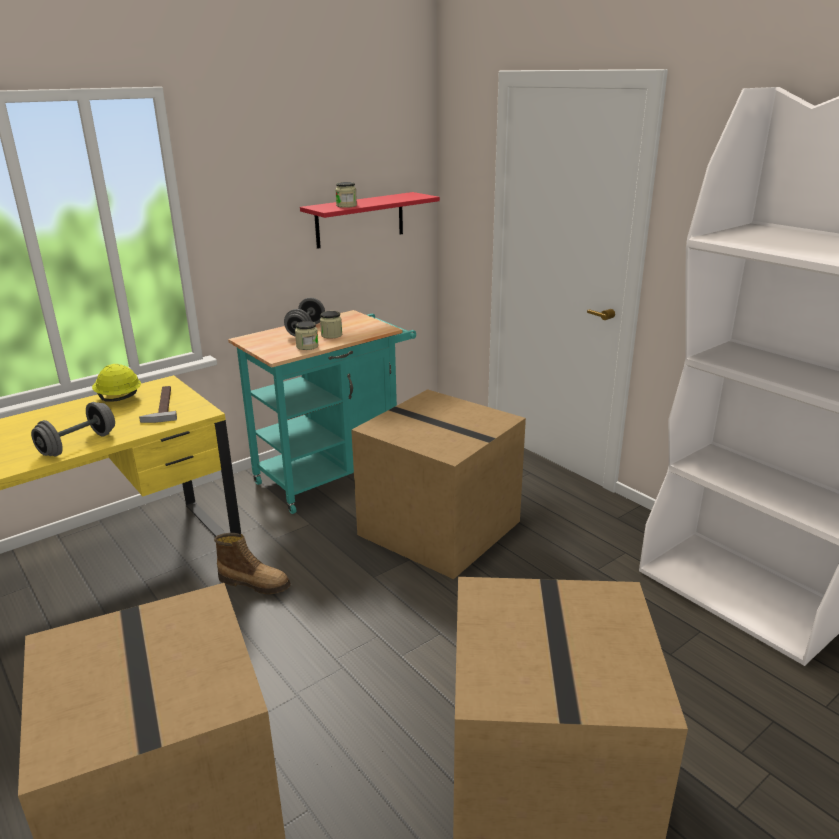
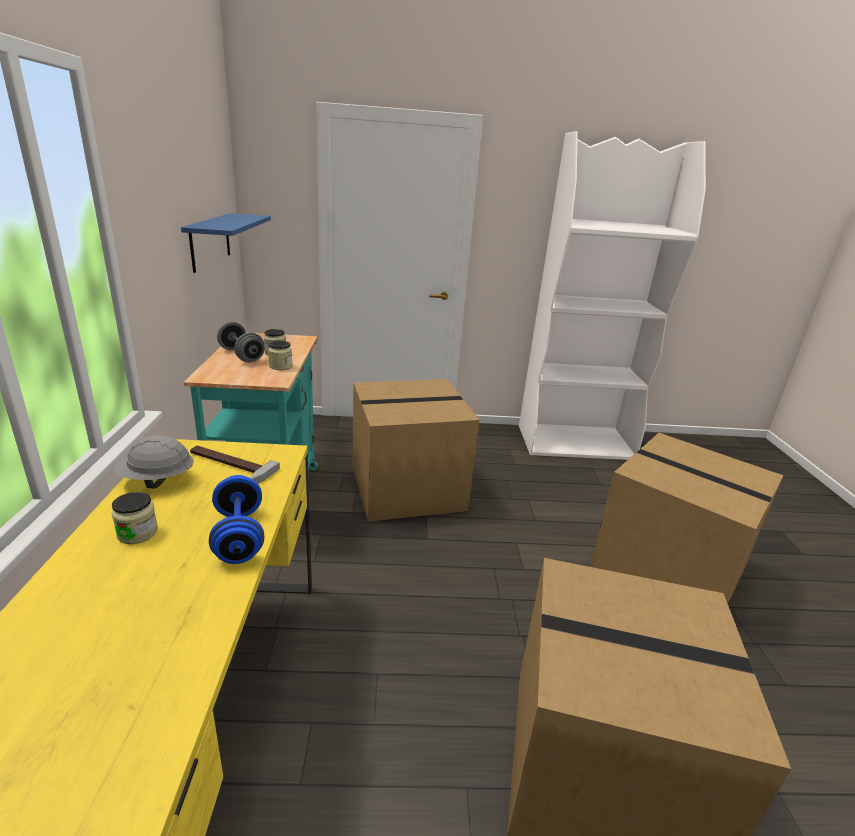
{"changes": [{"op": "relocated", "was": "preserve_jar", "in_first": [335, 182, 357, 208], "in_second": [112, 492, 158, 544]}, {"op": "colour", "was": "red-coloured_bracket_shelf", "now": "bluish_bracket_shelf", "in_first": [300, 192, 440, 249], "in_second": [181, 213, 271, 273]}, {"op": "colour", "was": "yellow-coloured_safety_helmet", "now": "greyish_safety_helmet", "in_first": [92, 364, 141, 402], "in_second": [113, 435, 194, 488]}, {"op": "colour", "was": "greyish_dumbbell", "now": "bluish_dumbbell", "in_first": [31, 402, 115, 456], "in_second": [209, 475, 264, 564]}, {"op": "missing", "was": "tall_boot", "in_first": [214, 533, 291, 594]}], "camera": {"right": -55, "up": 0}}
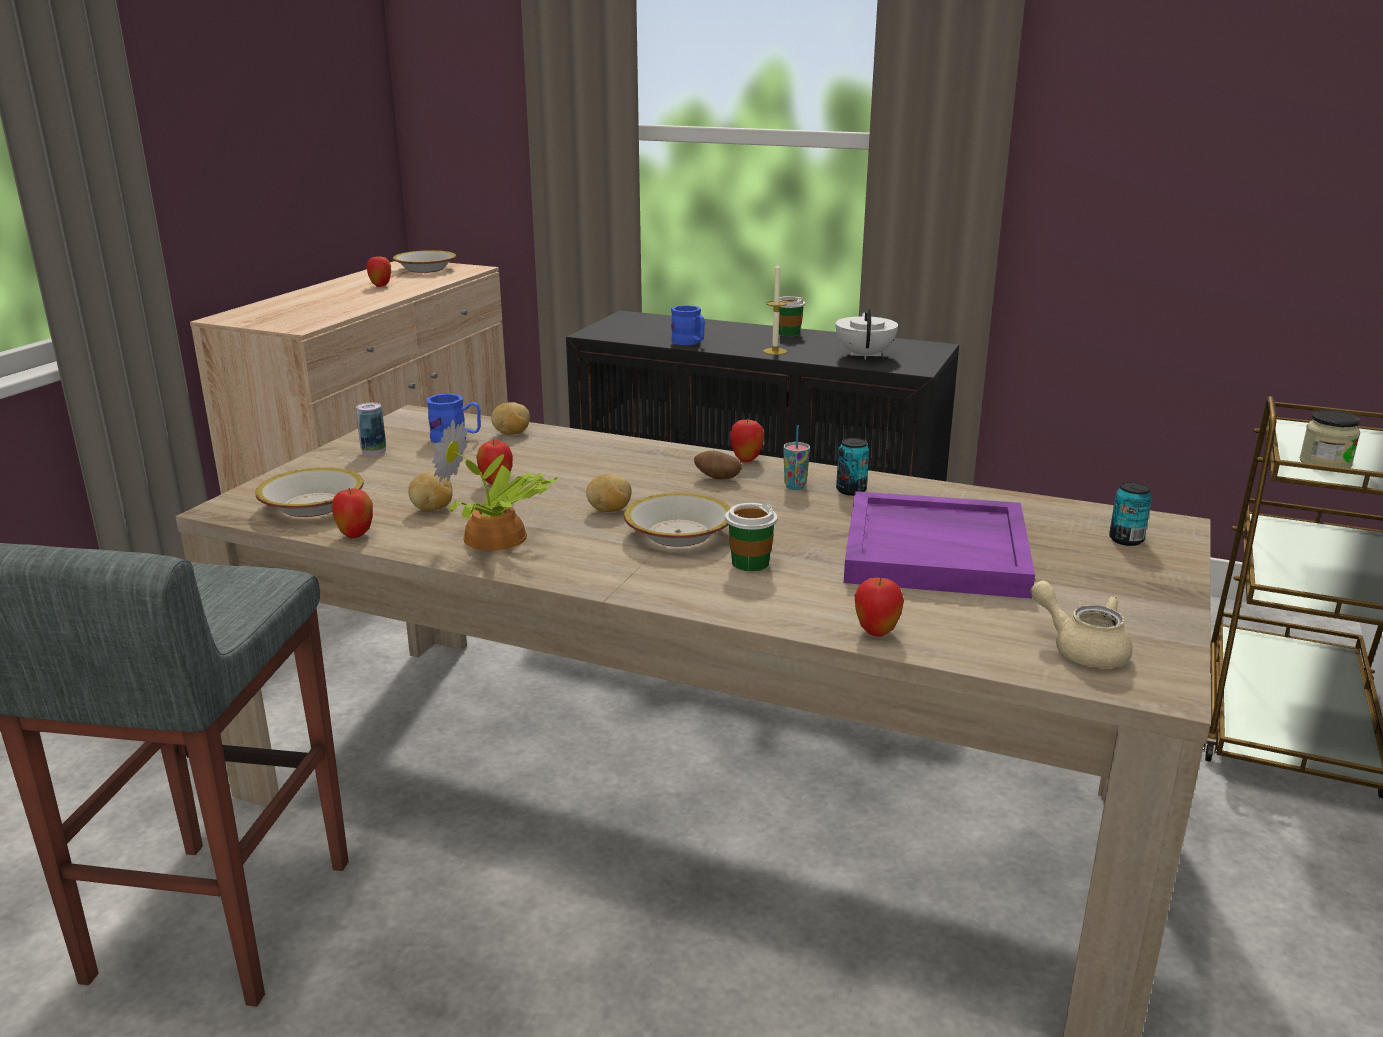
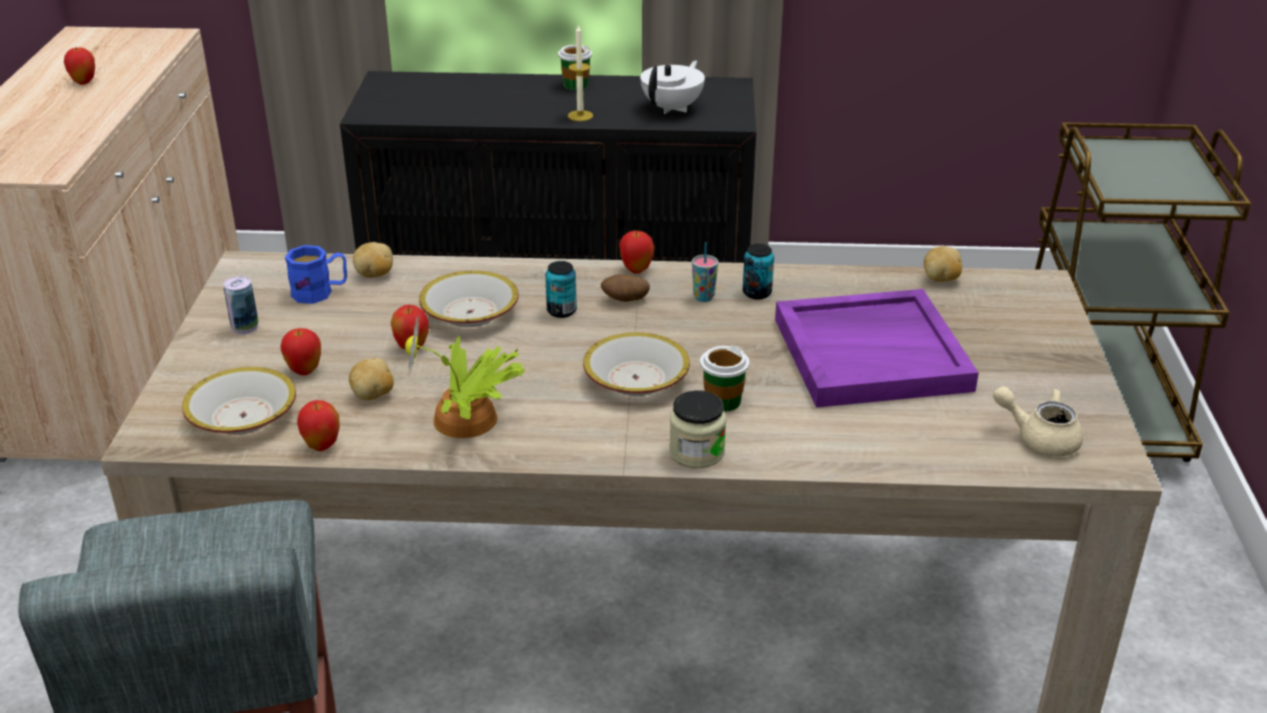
{"changes": [{"op": "relocated", "was": "bowl", "in_first": [393, 250, 456, 273], "in_second": [419, 271, 519, 327]}, {"op": "missing", "was": "bluish_coffee_mug", "in_first": [671, 305, 705, 345]}, {"op": "spun", "was": "white-coloured_tea_pot", "in_first": [836, 309, 898, 359], "in_second": [640, 60, 705, 114], "clockwise": 45}, {"op": "relocated", "was": "preserve_jar", "in_first": [1300, 410, 1360, 468], "in_second": [669, 390, 726, 468]}, {"op": "relocated", "was": "whole_potato", "in_first": [586, 474, 631, 512], "in_second": [924, 246, 962, 282]}, {"op": "relocated", "was": "sealed_can", "in_first": [1109, 482, 1152, 546], "in_second": [545, 261, 577, 318]}, {"op": "relocated", "was": "apple", "in_first": [854, 577, 904, 637], "in_second": [280, 328, 321, 375]}], "camera": {"right": -20, "up": 10}}
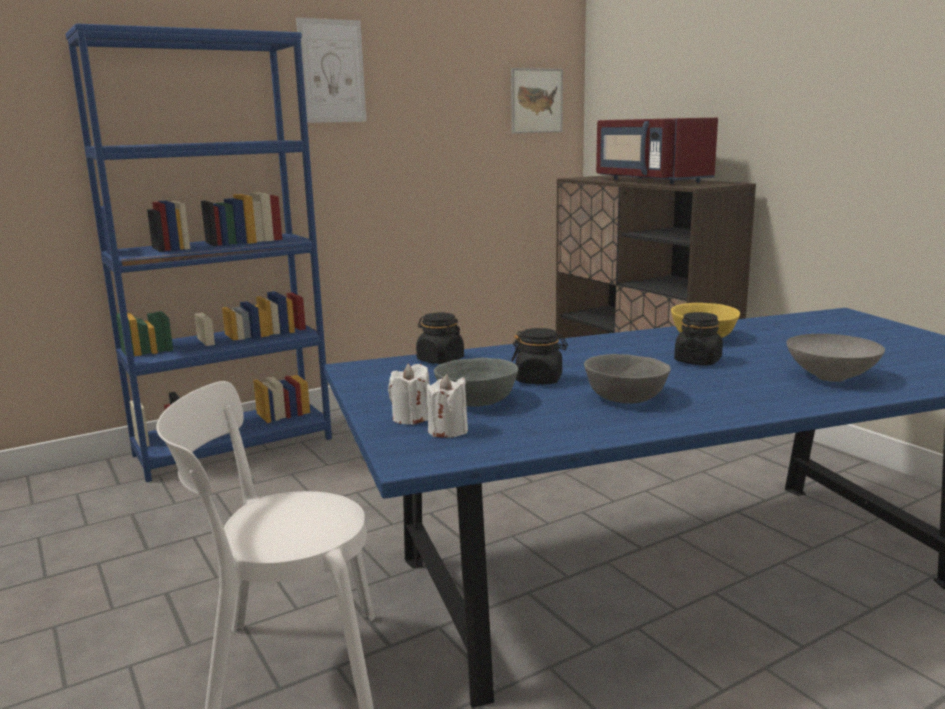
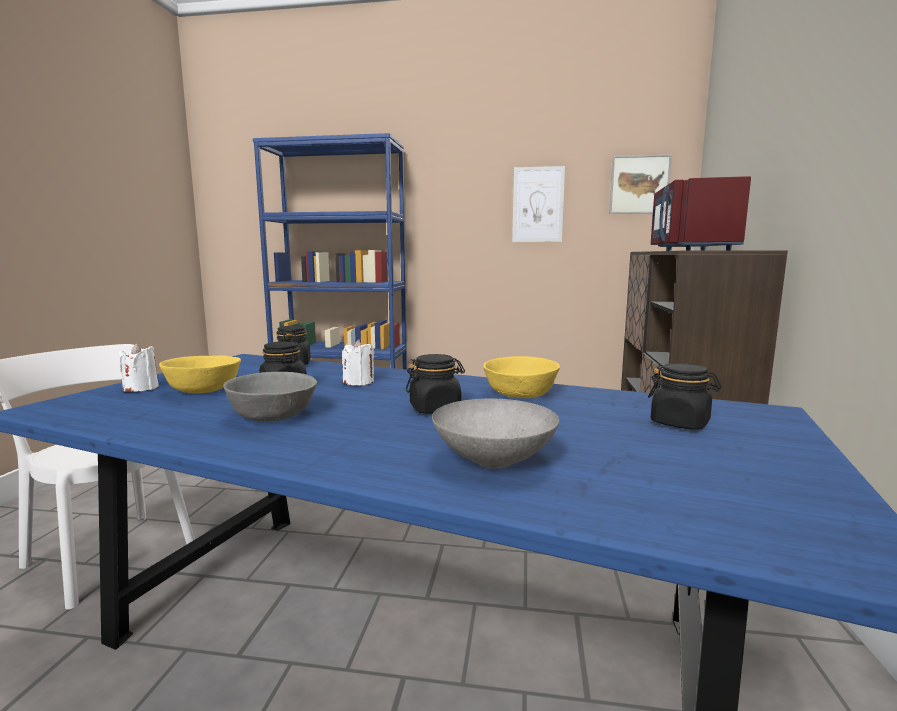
{"changes": [{"op": "relocated", "was": "wall_art", "in_first": [296, 18, 366, 123], "in_second": [512, 166, 565, 242]}, {"op": "colour", "was": "greyish_bowl", "now": "yellow-coloured_bowl", "in_first": [434, 358, 518, 407], "in_second": [159, 355, 241, 393]}, {"op": "relocated", "was": "white-coloured_wax_light", "in_first": [427, 374, 468, 438], "in_second": [342, 339, 374, 386]}, {"op": "appeared", "now": "black_preserve_jar", "in_second": [648, 363, 721, 430]}], "camera": {"right": 40, "up": -5}}
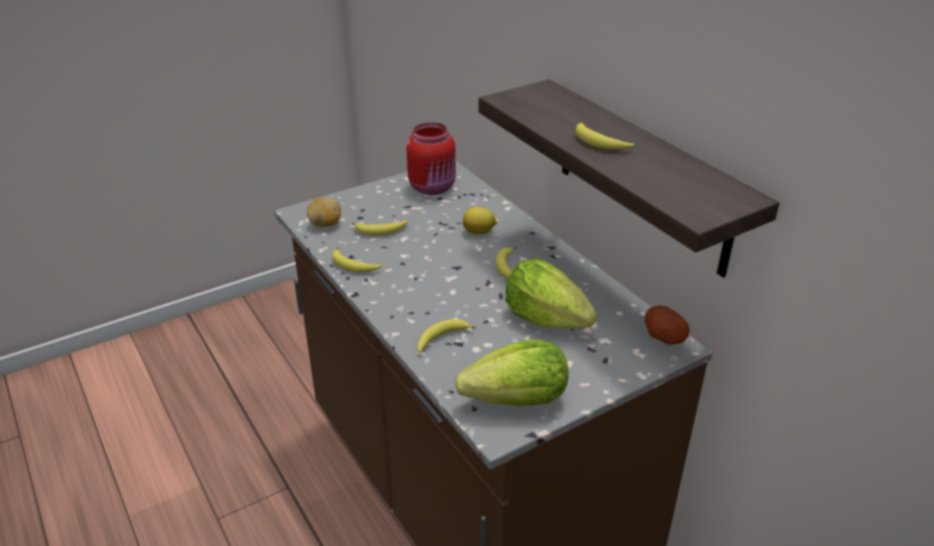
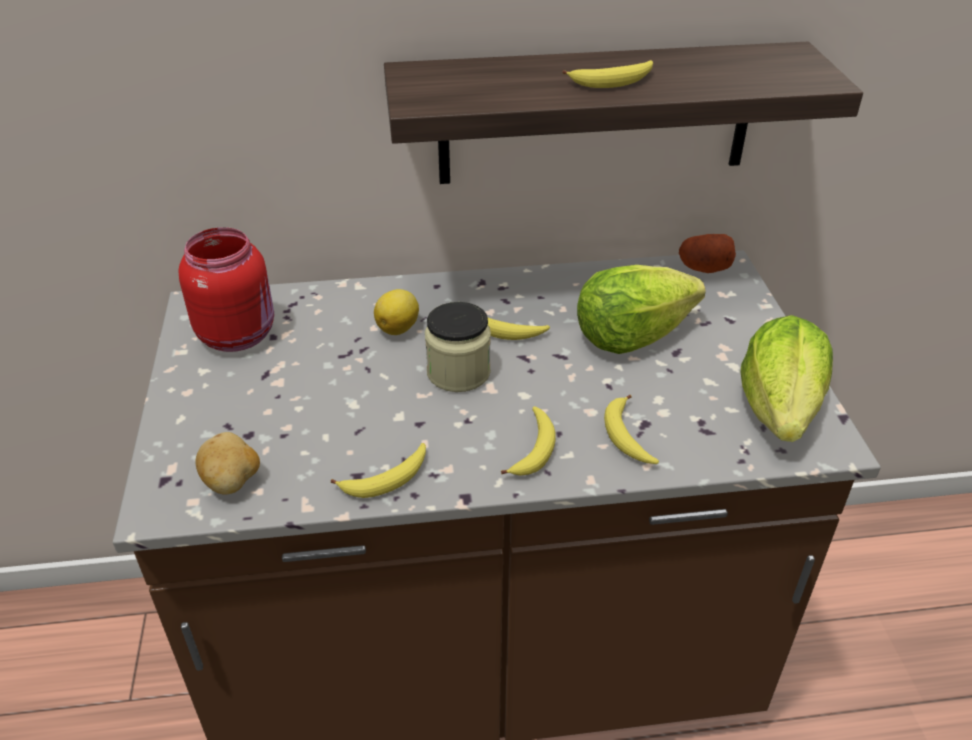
{"changes": [{"op": "relocated", "was": "banana_fruit", "in_first": [352, 220, 408, 236], "in_second": [501, 406, 555, 476]}, {"op": "appeared", "now": "preserve_jar", "in_second": [425, 302, 491, 392]}], "camera": {"right": -65, "up": 5}}
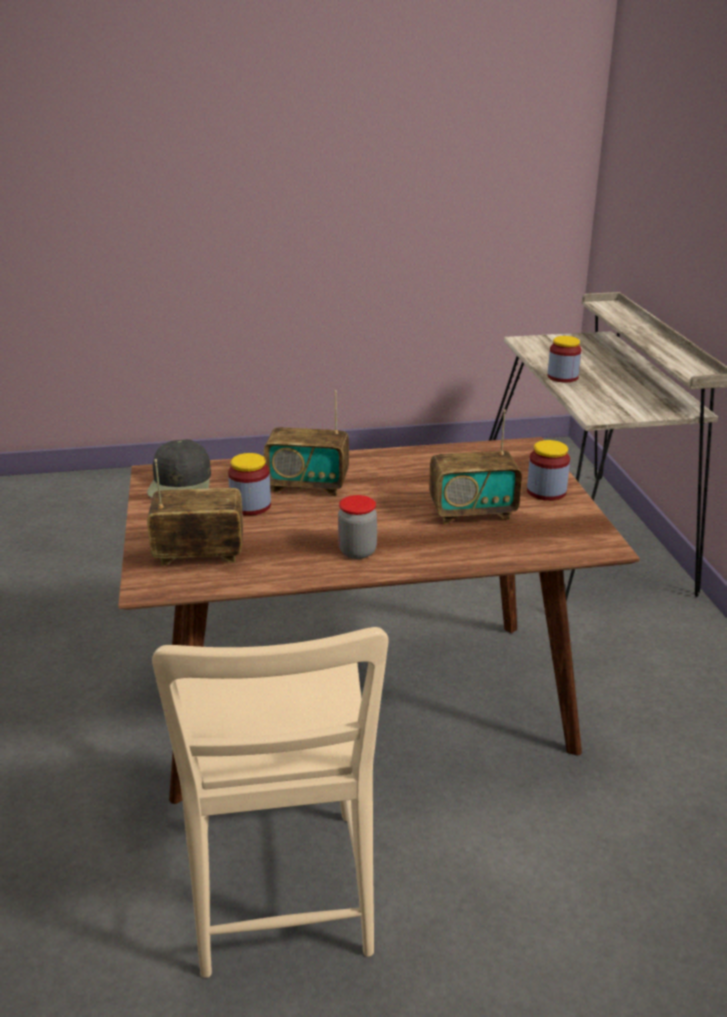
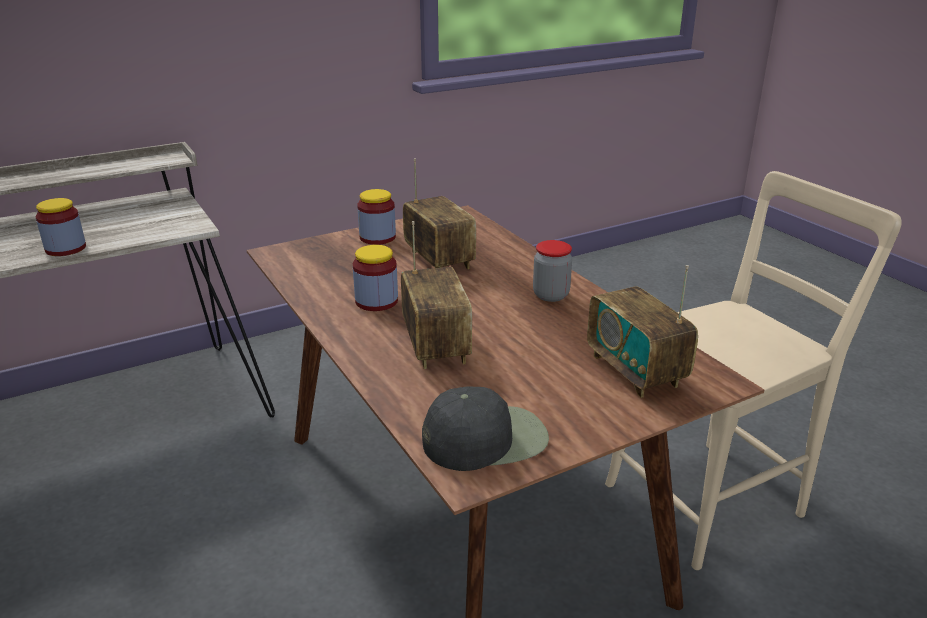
{"changes": [{"op": "relocated", "was": "preserve_jar", "in_first": [228, 453, 271, 515], "in_second": [353, 245, 398, 311]}], "camera": {"right": -110, "up": 0}}
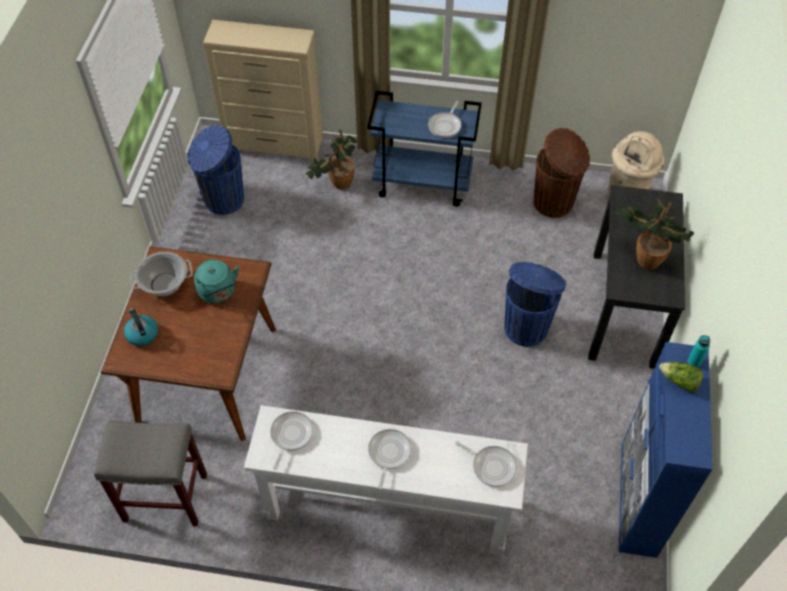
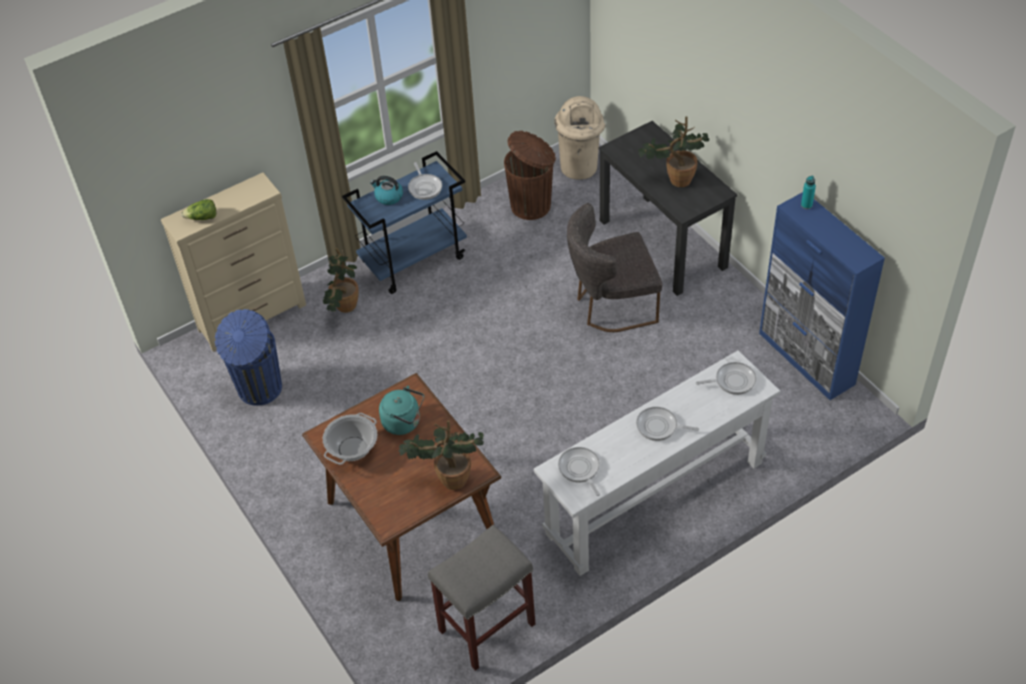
{"changes": [{"op": "exchanged", "was": "bluish_rubbish_bin", "now": "greyish_plain_chair", "in_first": [504, 262, 566, 347], "in_second": [567, 203, 662, 332]}, {"op": "relocated", "was": "kettle", "in_first": [124, 308, 158, 346], "in_second": [370, 176, 403, 205]}, {"op": "relocated", "was": "lettuce_head", "in_first": [659, 362, 703, 392], "in_second": [181, 199, 216, 220]}, {"op": "spun", "was": "pan", "in_first": [368, 429, 412, 490], "in_second": [636, 407, 699, 441], "clockwise": -45}, {"op": "appeared", "now": "houseplant", "in_second": [398, 420, 484, 490]}], "camera": {"right": -40, "up": -5}}
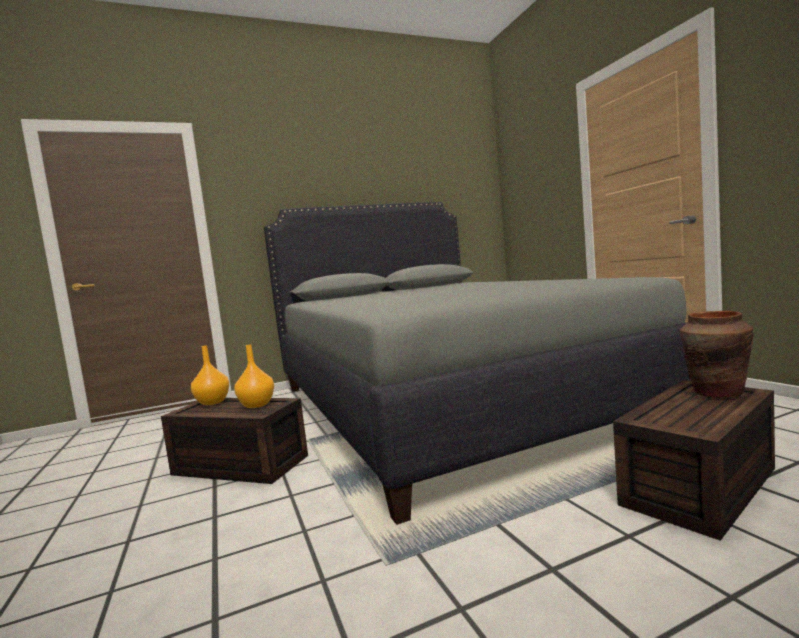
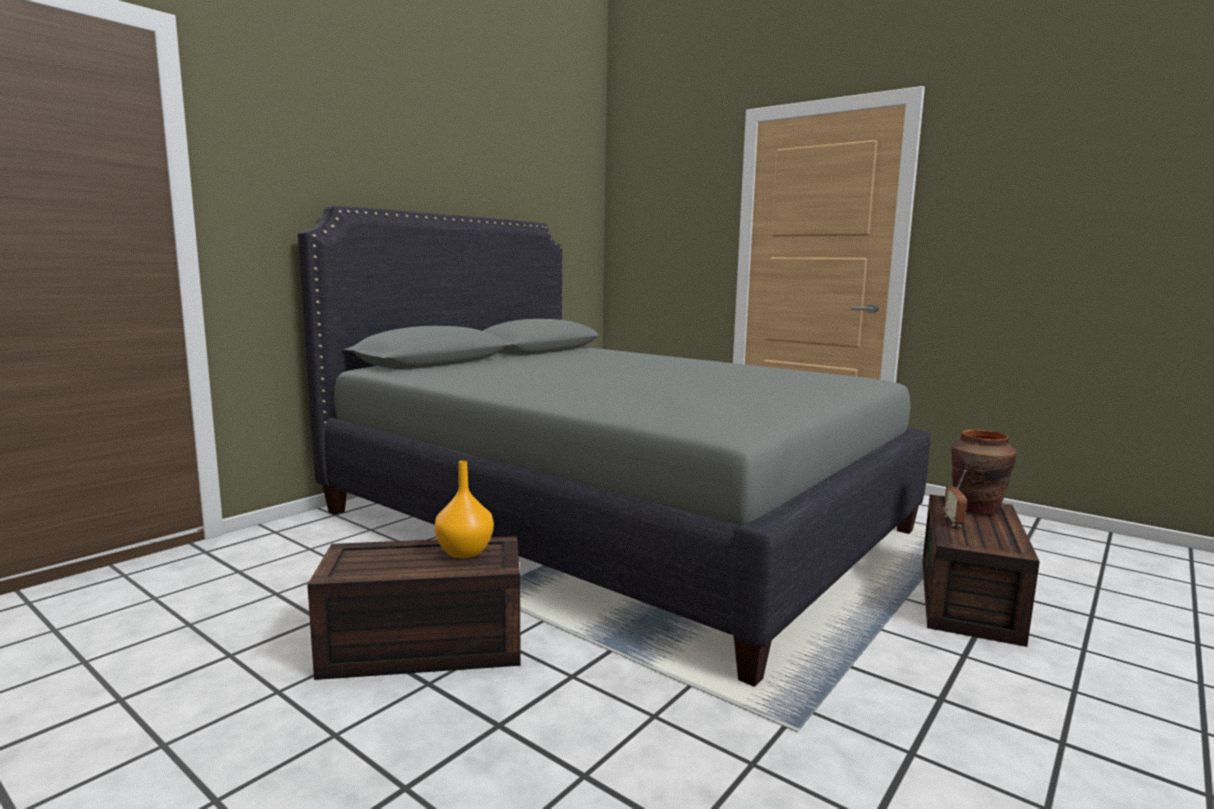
{"changes": [{"op": "missing", "was": "orangey_flower_vase", "in_first": [191, 345, 229, 405]}, {"op": "appeared", "now": "radio_set", "in_second": [944, 470, 967, 527]}], "camera": {"right": -30, "up": 5}}
